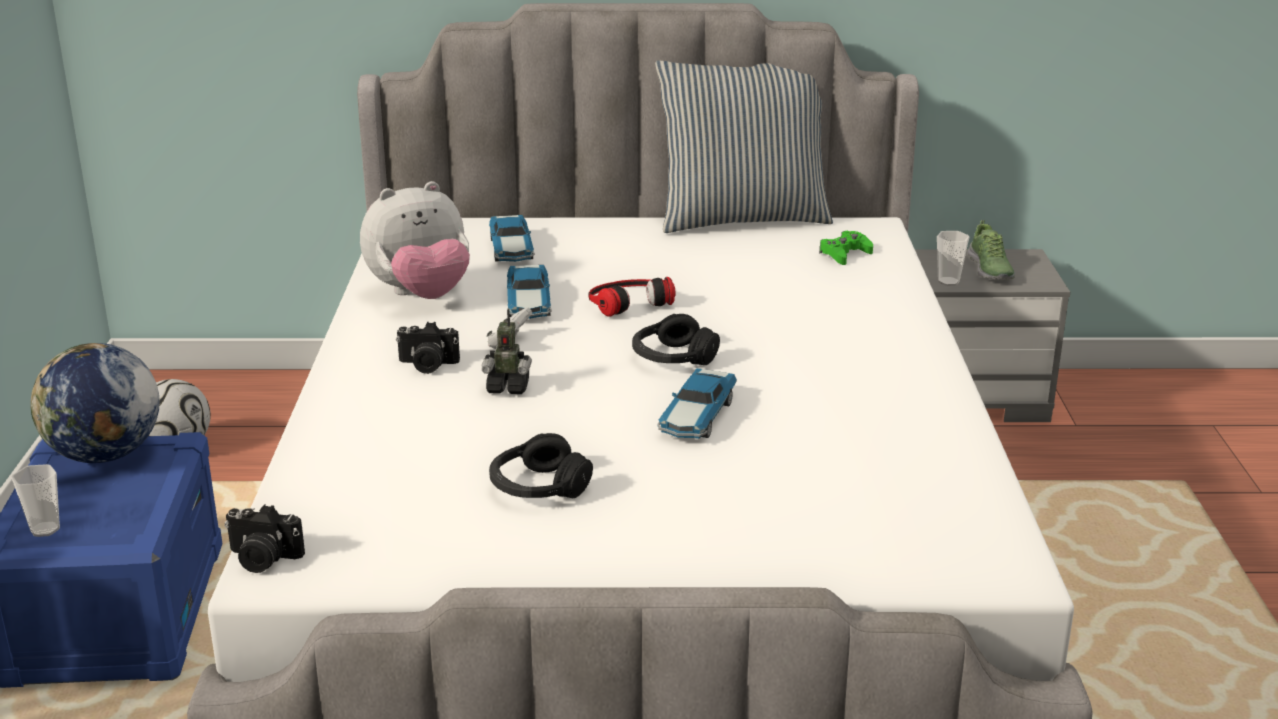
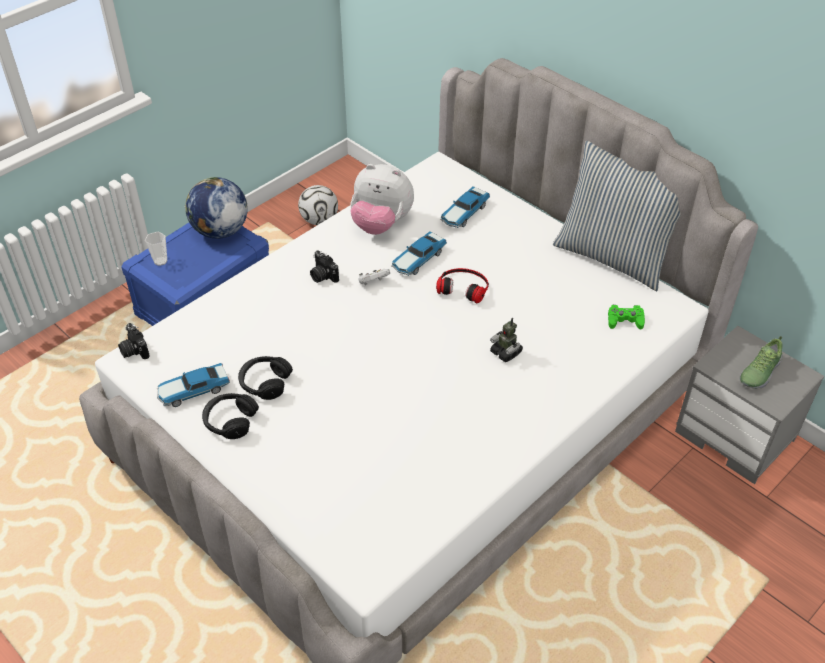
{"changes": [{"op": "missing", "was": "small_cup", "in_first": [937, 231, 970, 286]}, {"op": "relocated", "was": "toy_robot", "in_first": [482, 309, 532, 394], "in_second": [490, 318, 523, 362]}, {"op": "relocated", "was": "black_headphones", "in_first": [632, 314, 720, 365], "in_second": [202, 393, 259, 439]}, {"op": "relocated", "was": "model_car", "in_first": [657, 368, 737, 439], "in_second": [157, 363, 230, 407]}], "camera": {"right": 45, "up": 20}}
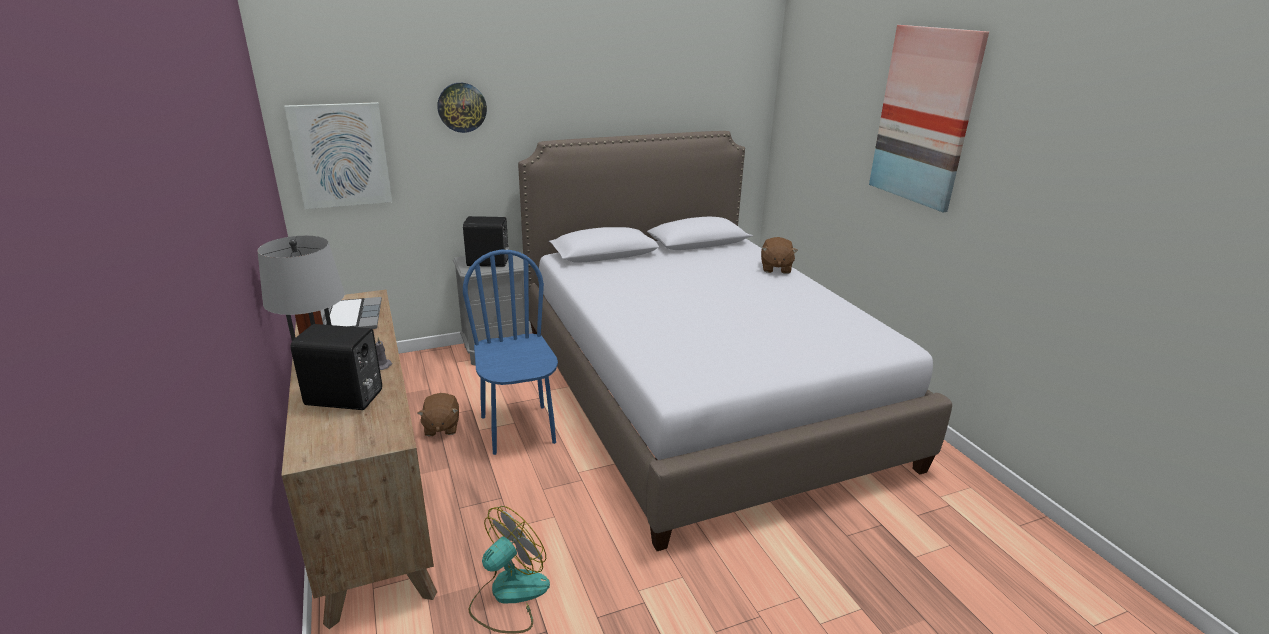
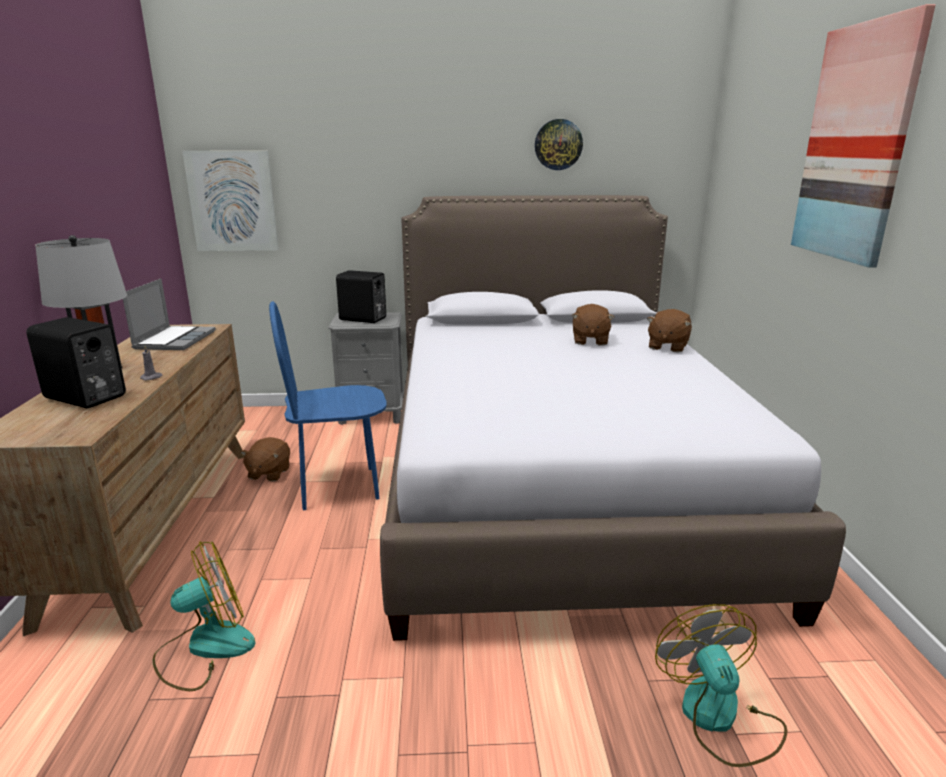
{"changes": [{"op": "relocated", "was": "wall_clock", "in_first": [437, 83, 487, 133], "in_second": [535, 119, 583, 170]}, {"op": "spun", "was": "bluish_plain_chair", "in_first": [463, 250, 558, 455], "in_second": [269, 301, 386, 510], "clockwise": -105}, {"op": "appeared", "now": "brown-coloured_cuddly_toy", "in_second": [572, 304, 614, 346]}, {"op": "appeared", "now": "fan", "in_second": [655, 604, 787, 767]}], "camera": {"right": 20, "up": -5}}
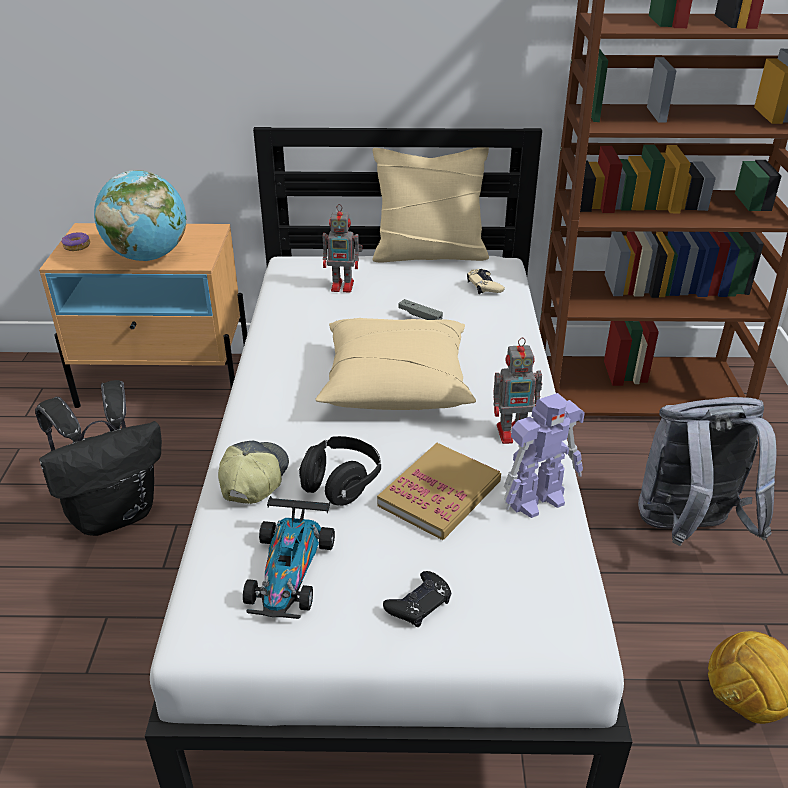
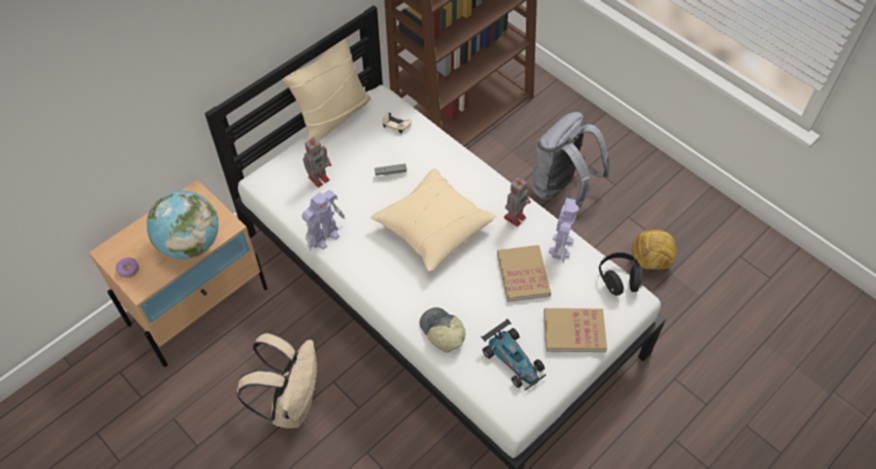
{"changes": [{"op": "colour", "was": "black_backpack", "now": "beige-coloured_backpack", "in_first": [35, 380, 162, 536], "in_second": [237, 333, 317, 428]}, {"op": "relocated", "was": "black_headphones", "in_first": [299, 436, 381, 506], "in_second": [599, 252, 642, 296]}, {"op": "exchanged", "was": "black_game_controller", "now": "volume", "in_first": [383, 571, 451, 627], "in_second": [544, 308, 607, 352]}, {"op": "appeared", "now": "toy_robot", "in_second": [302, 190, 345, 251]}], "camera": {"right": -45, "up": 20}}
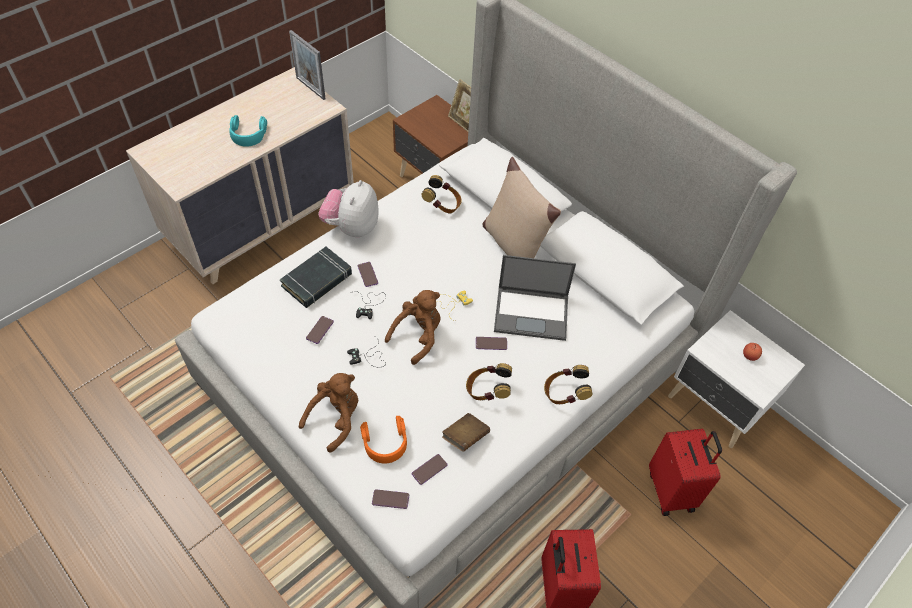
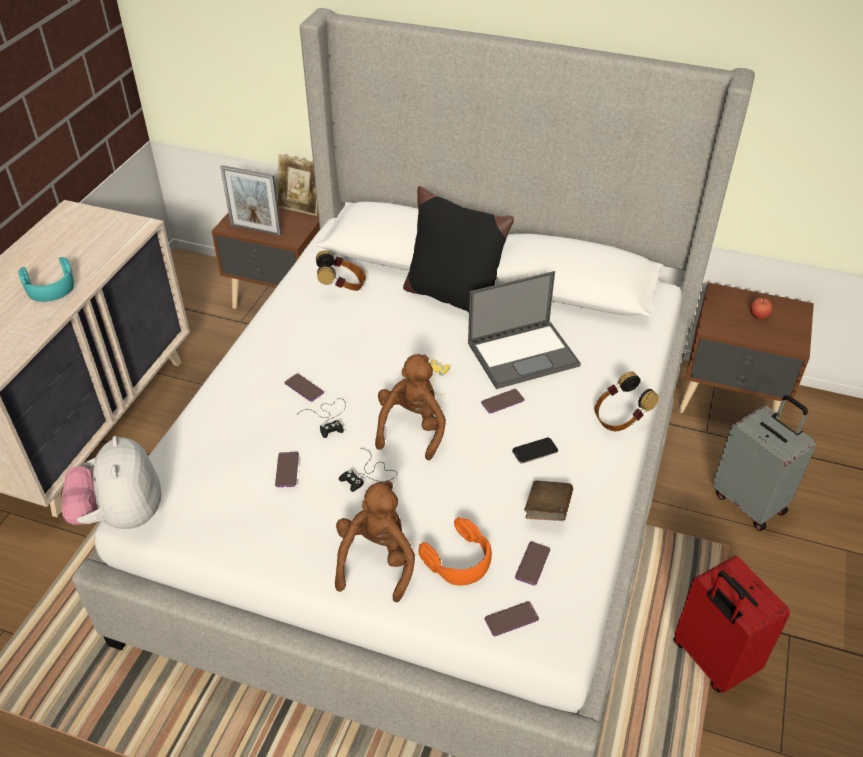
{"changes": [{"op": "relocated", "was": "photo_frame", "in_first": [289, 30, 326, 100], "in_second": [220, 165, 282, 236]}, {"op": "colour", "was": "beige-coloured_throw_pillow", "now": "black_throw_pillow", "in_first": [482, 157, 561, 258], "in_second": [403, 186, 514, 312]}, {"op": "relocated", "was": "cuddly_toy", "in_first": [318, 180, 379, 237], "in_second": [62, 436, 161, 529]}, {"op": "missing", "was": "black_volume", "in_first": [280, 247, 352, 308]}, {"op": "colour", "was": "white-coloured_night_table", "now": "brown-coloured_night_table", "in_first": [668, 310, 805, 448], "in_second": [678, 282, 814, 420]}, {"op": "exchanged", "was": "headphones", "now": "phone", "in_first": [466, 363, 512, 401], "in_second": [512, 438, 558, 464]}, {"op": "colour", "was": "red-coloured_suitcase", "now": "greyish_suitcase", "in_first": [649, 428, 722, 516], "in_second": [713, 395, 816, 531]}], "camera": {"right": -25, "up": -10}}
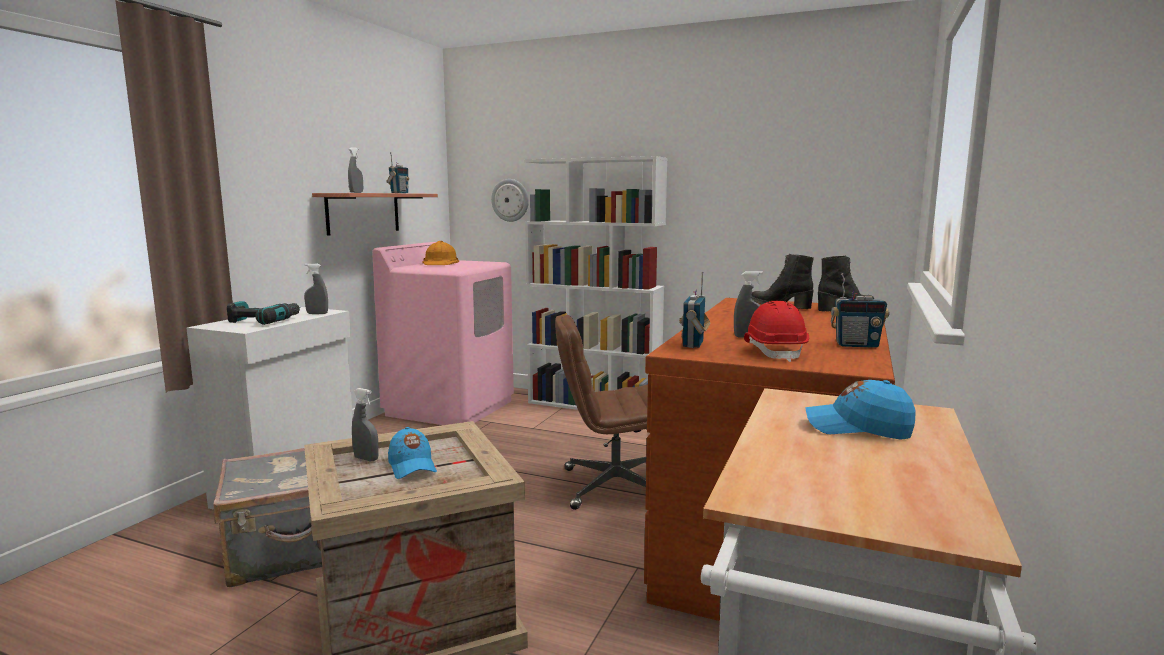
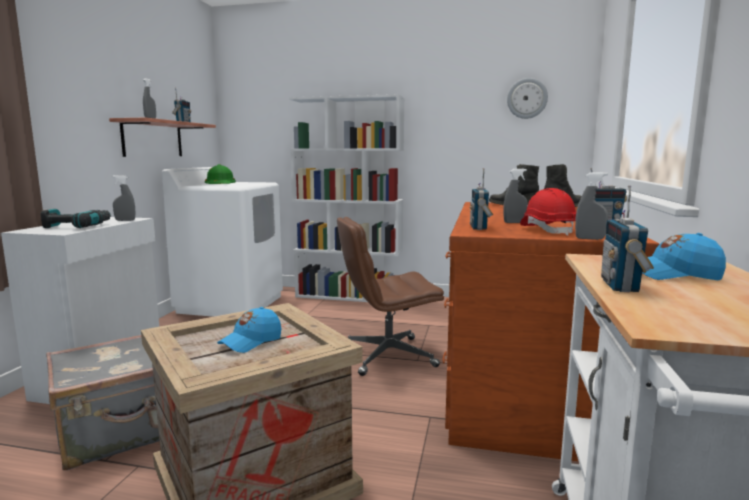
{"changes": [{"op": "relocated", "was": "wall_clock", "in_first": [491, 179, 529, 222], "in_second": [507, 78, 548, 119]}, {"op": "colour", "was": "orangey_safety_helmet", "now": "greenish_safety_helmet", "in_first": [423, 241, 459, 265], "in_second": [205, 164, 236, 184]}, {"op": "colour", "was": "pinkish_laundry_appliance", "now": "white-coloured_laundry_appliance", "in_first": [372, 242, 514, 425], "in_second": [162, 167, 283, 317]}, {"op": "relocated", "was": "greyish_hand_sprayer", "in_first": [352, 388, 379, 461], "in_second": [575, 172, 608, 240]}, {"op": "spun", "was": "bluish_peaked_cap", "in_first": [388, 427, 437, 479], "in_second": [217, 307, 282, 353], "clockwise": 75}, {"op": "appeared", "now": "radio_set", "in_second": [601, 186, 654, 292]}], "camera": {"right": -10, "up": 0}}
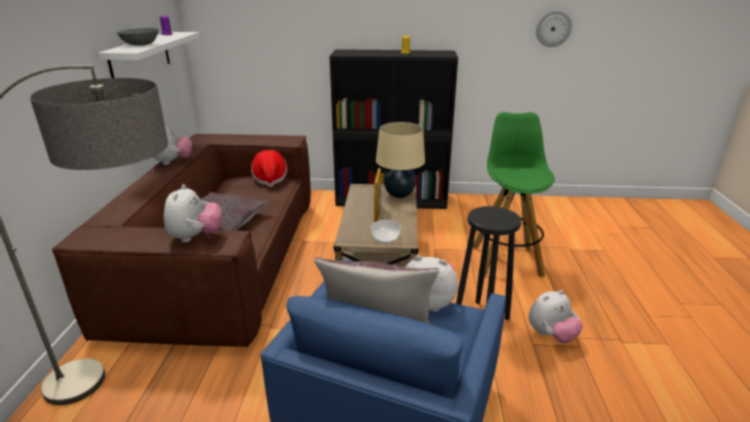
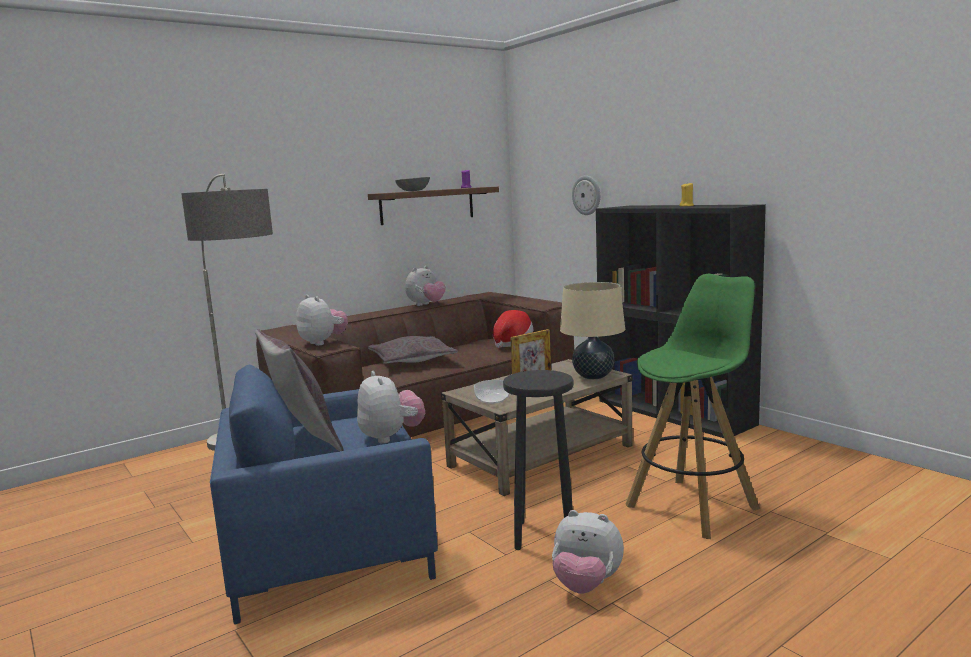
{"changes": [{"op": "relocated", "was": "wall_clock", "in_first": [536, 10, 572, 47], "in_second": [572, 175, 600, 215]}, {"op": "colour", "was": "white-coloured_bracket_shelf", "now": "brown-coloured_bracket_shelf", "in_first": [98, 32, 200, 78], "in_second": [368, 187, 499, 225]}, {"op": "spun", "was": "cuddly_toy", "in_first": [164, 184, 222, 242], "in_second": [296, 295, 348, 346], "clockwise": -90}], "camera": {"right": 50, "up": -15}}
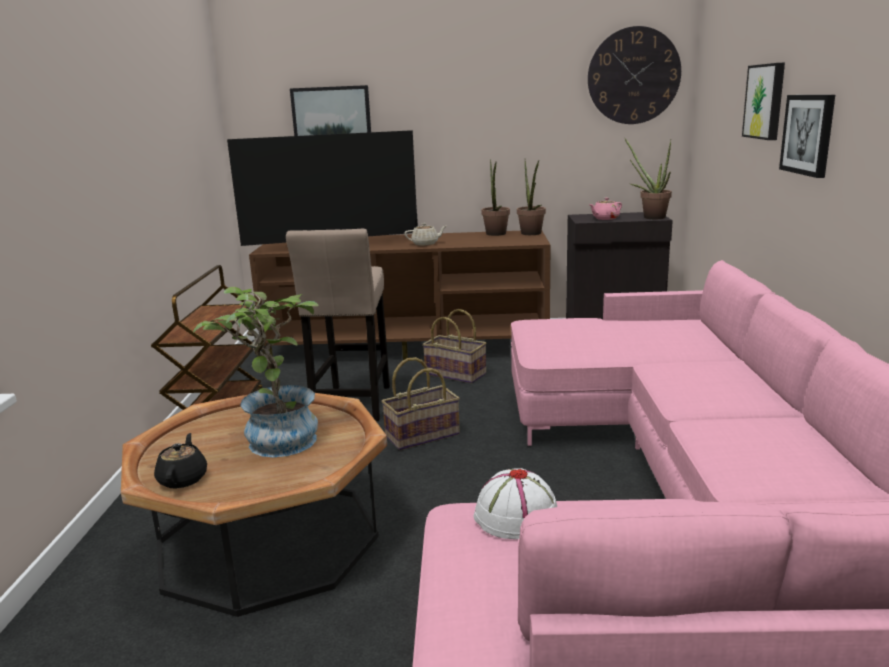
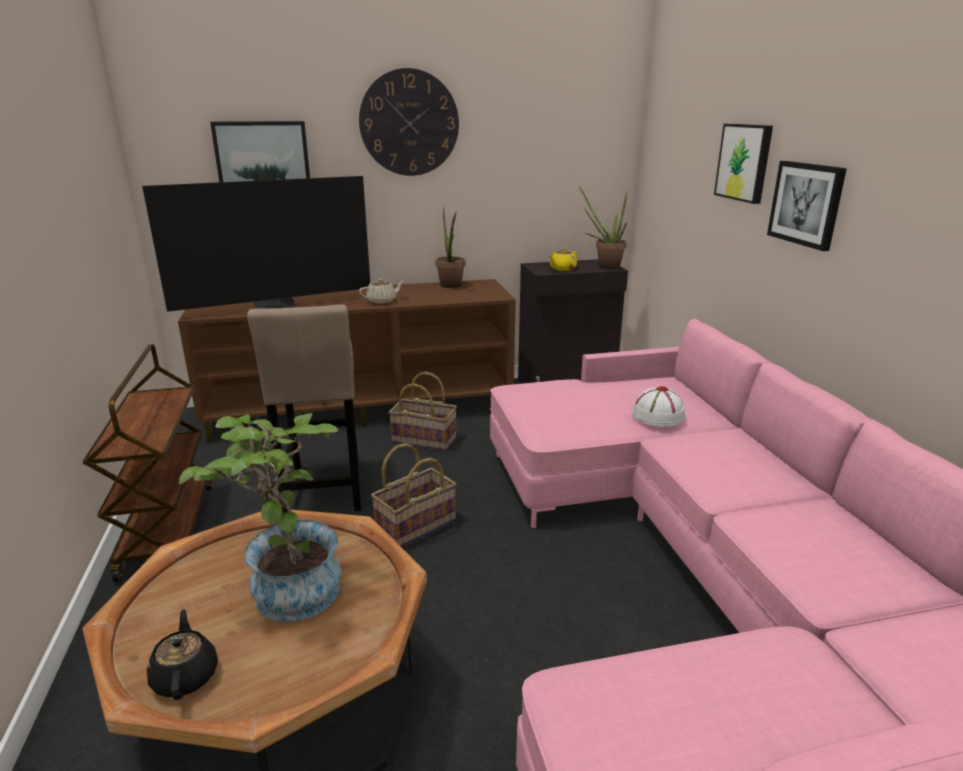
{"changes": [{"op": "relocated", "was": "wall_clock", "in_first": [588, 26, 681, 124], "in_second": [359, 68, 459, 176]}, {"op": "missing", "was": "houseplant", "in_first": [517, 160, 546, 235]}, {"op": "colour", "was": "pinkish_tea_pot", "now": "yellow-coloured_tea_pot", "in_first": [589, 198, 622, 220], "in_second": [549, 248, 577, 271]}, {"op": "relocated", "was": "white-coloured_clothing_hat", "in_first": [474, 468, 557, 539], "in_second": [632, 386, 685, 427]}], "camera": {"right": -15, "up": 5}}
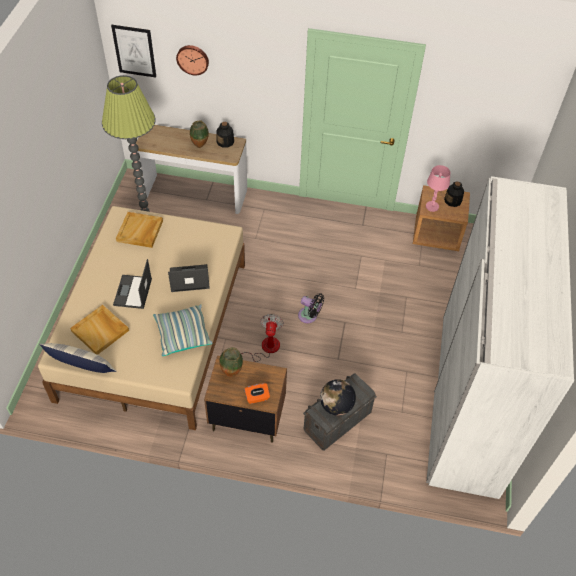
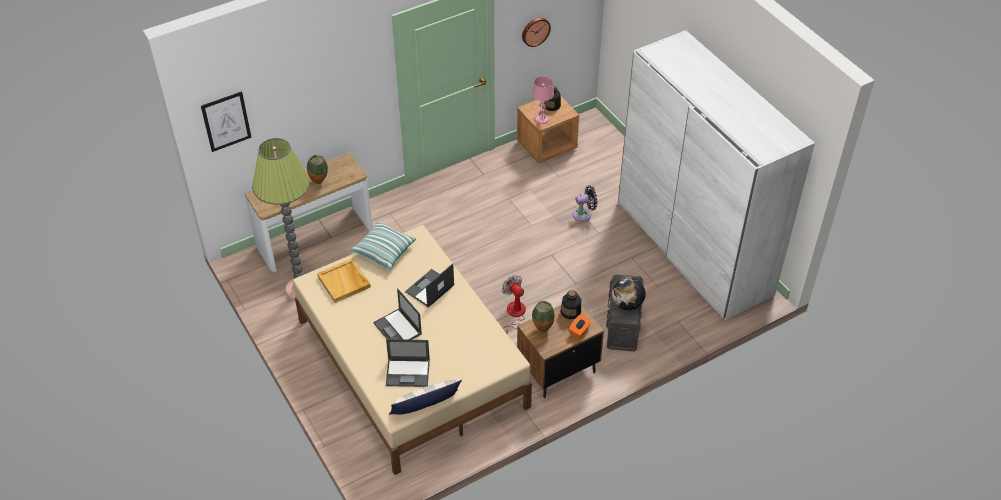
{"changes": [{"op": "relocated", "was": "wall_clock", "in_first": [176, 45, 209, 75], "in_second": [522, 18, 551, 47]}, {"op": "relocated", "was": "beverage_bottle", "in_first": [217, 122, 234, 148], "in_second": [560, 290, 581, 319]}, {"op": "relocated", "was": "black_fan", "in_first": [298, 293, 324, 323], "in_second": [573, 185, 597, 222]}, {"op": "exchanged", "was": "beige-coloured_carrying_tray", "now": "laptop", "in_first": [70, 305, 129, 355], "in_second": [386, 339, 430, 387]}, {"op": "relocated", "was": "throw_pillow", "in_first": [153, 305, 212, 356], "in_second": [350, 221, 416, 270]}], "camera": {"right": -40, "up": -5}}
